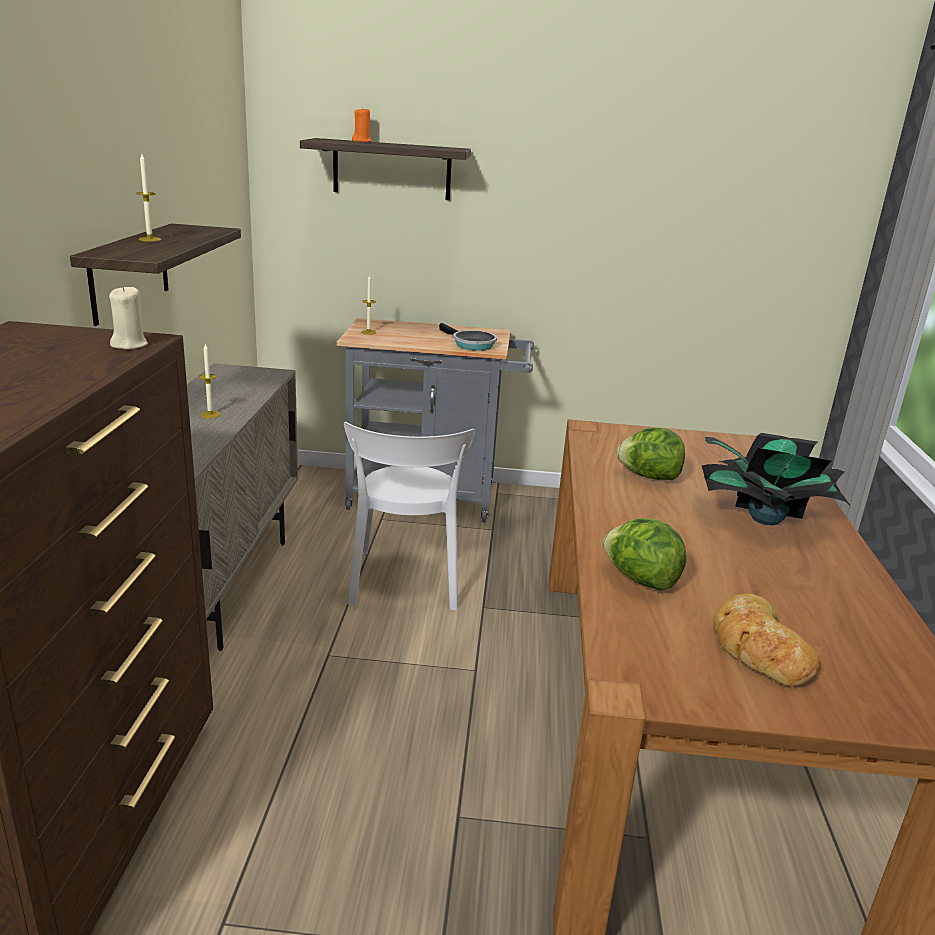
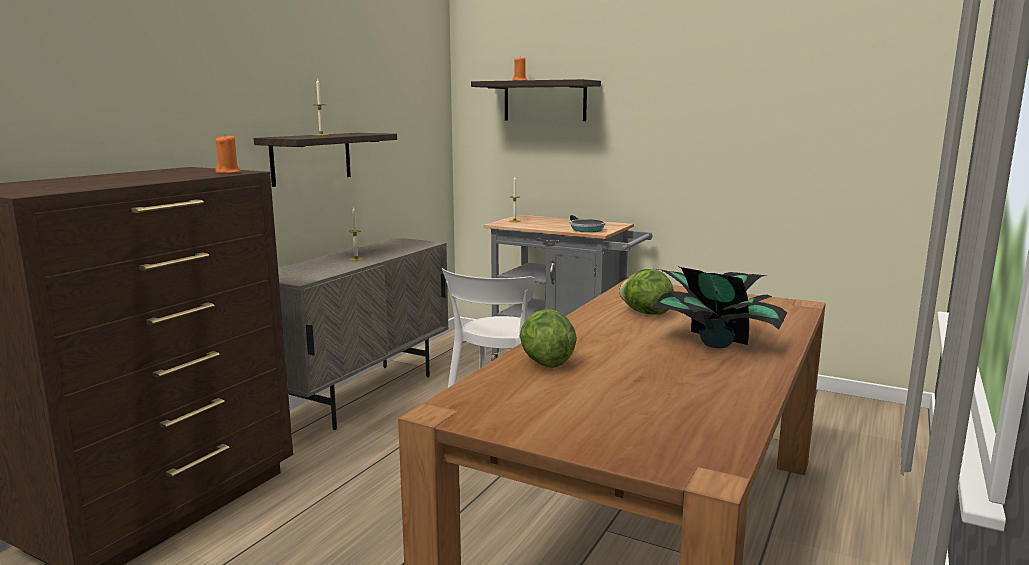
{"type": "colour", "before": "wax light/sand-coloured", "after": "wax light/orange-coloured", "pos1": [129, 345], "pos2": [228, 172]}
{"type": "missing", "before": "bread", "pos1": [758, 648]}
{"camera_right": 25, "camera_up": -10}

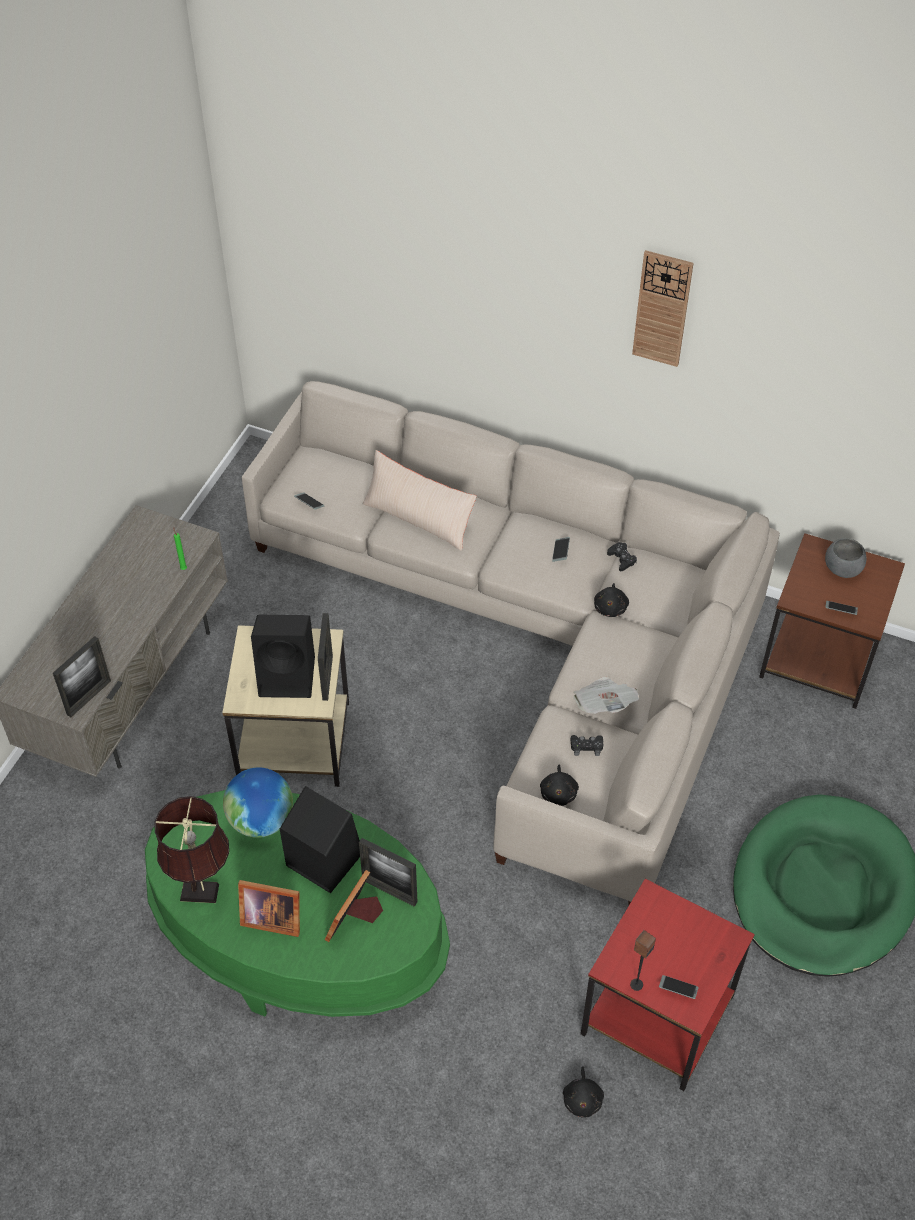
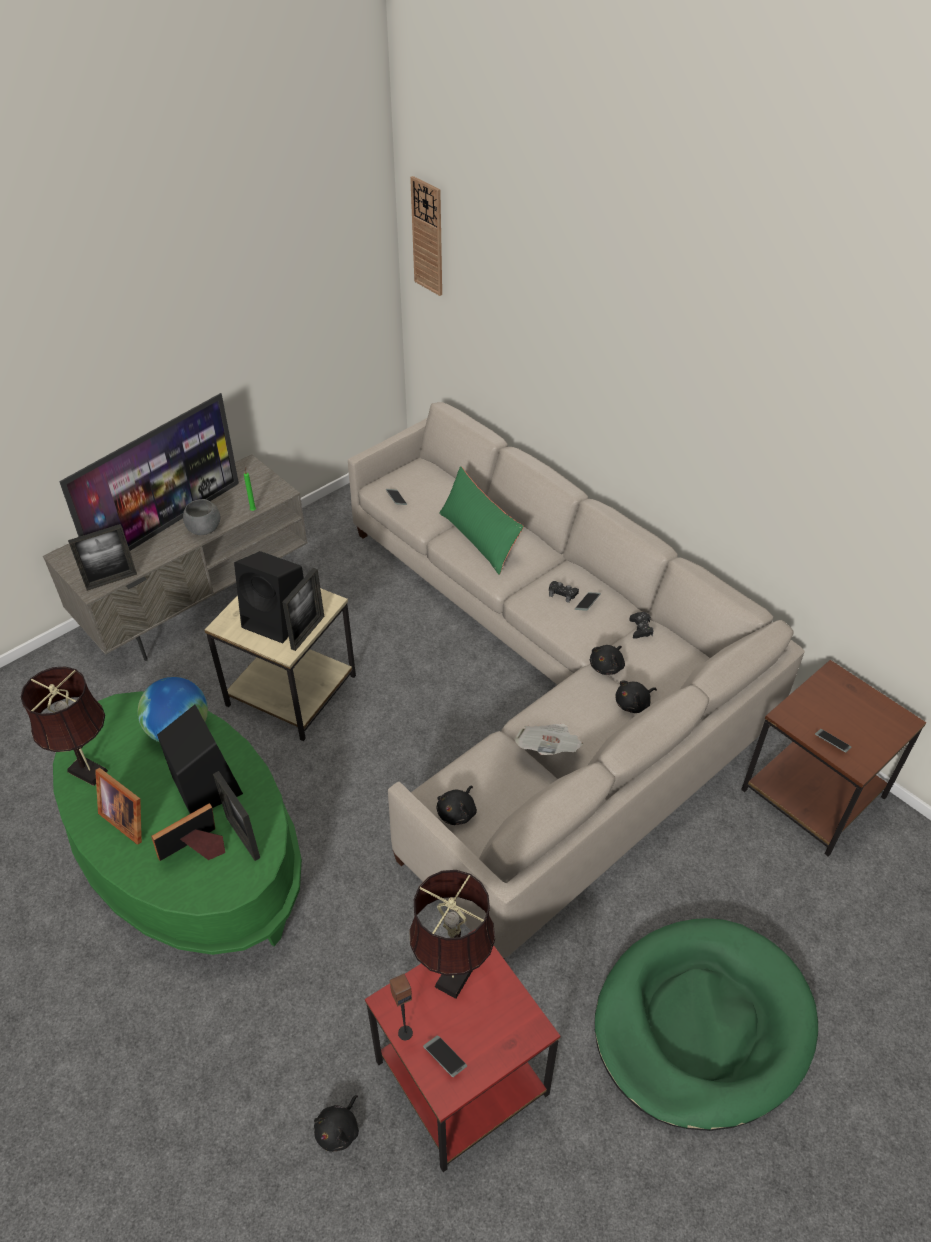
{"type": "relocated", "before": "hanging clock", "pos1": [662, 308], "pos2": [428, 237]}
{"type": "colour", "before": "throw pillow/sand-coloured", "after": "throw pillow/green", "pos1": [418, 518], "pos2": [479, 538]}
{"type": "relocated", "before": "serving bowl/greyish", "pos1": [842, 569], "pos2": [205, 529]}
{"type": "relocated", "before": "game controller/blackish", "pos1": [586, 747], "pos2": [562, 593]}
{"type": "appeared", "after": "television", "pos2": [167, 525]}
{"type": "appeared", "after": "cuddly toy/blackish", "pos2": [634, 704]}
{"type": "appeared", "after": "lamp for a table/brown", "pos2": [453, 979]}
{"camera_right": 25, "camera_up": -5}

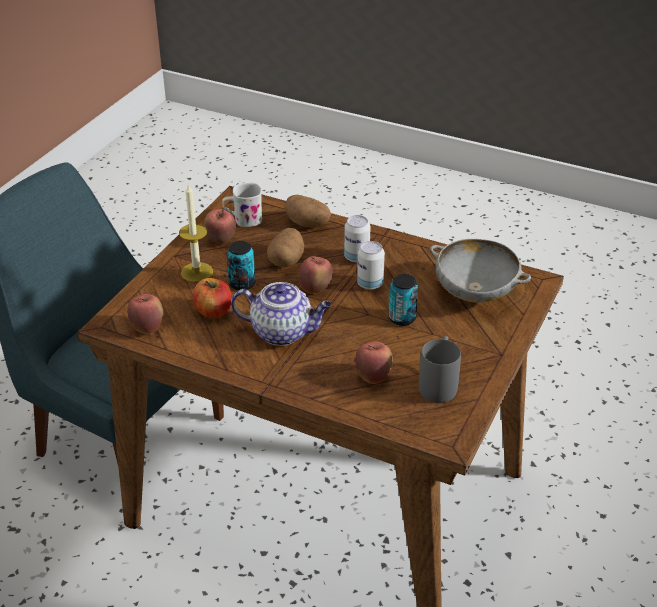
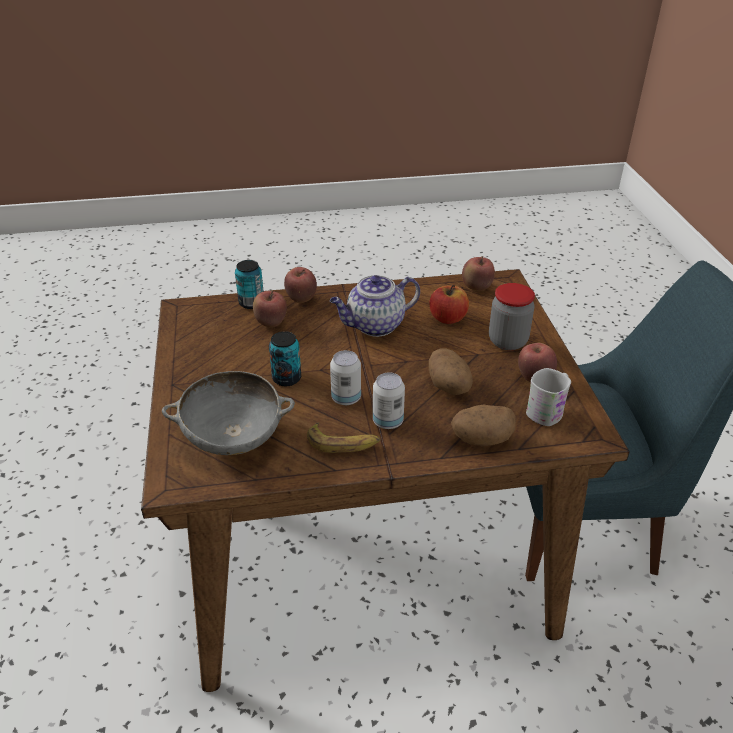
{"type": "exchanged", "before": "wax light", "after": "storage jar", "pos1": [197, 272], "pos2": [507, 341]}
{"type": "relocated", "before": "metal can", "pos1": [242, 284], "pos2": [251, 303]}
{"type": "relocated", "before": "apple", "pos1": [315, 289], "pos2": [301, 299]}
{"type": "missing", "before": "tea mug/greyish", "pos1": [439, 383]}
{"type": "appeared", "after": "banana", "pos2": [343, 443]}
{"camera_right": 145, "camera_up": 0}

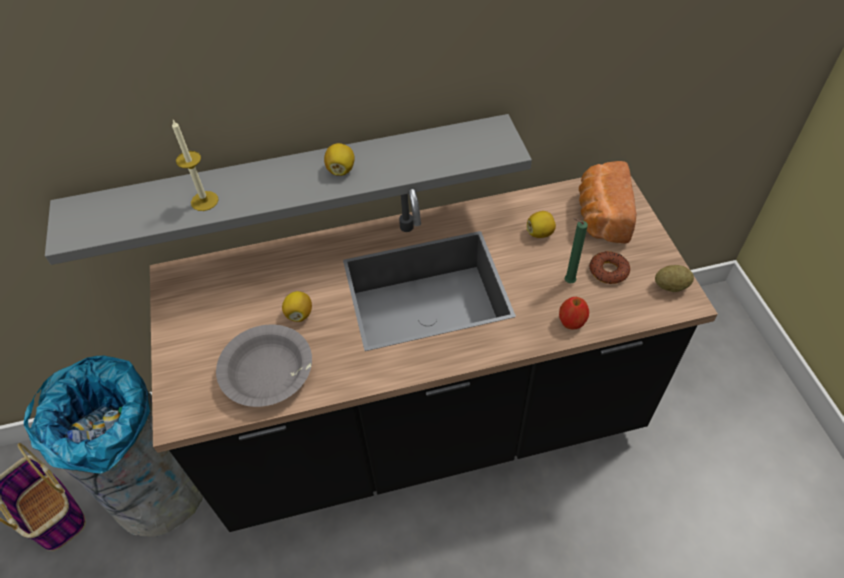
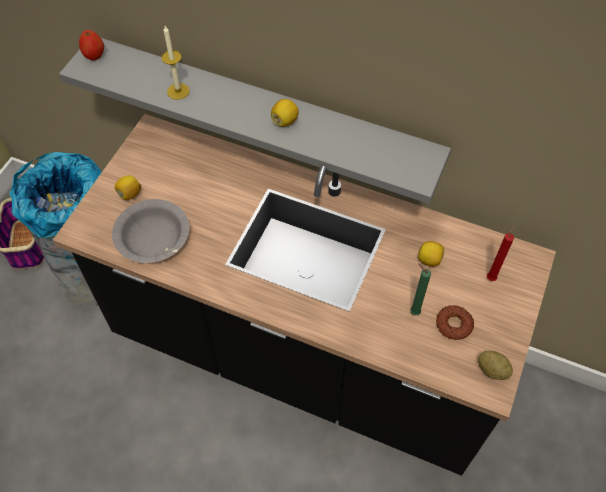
{"type": "exchanged", "before": "bread", "after": "wax light/red-coloured", "pos1": [600, 216], "pos2": [492, 277]}
{"type": "relocated", "before": "whole lemon", "pos1": [299, 314], "pos2": [130, 194]}
{"type": "relocated", "before": "apple", "pos1": [571, 322], "pos2": [94, 55]}
{"camera_right": 35, "camera_up": 5}

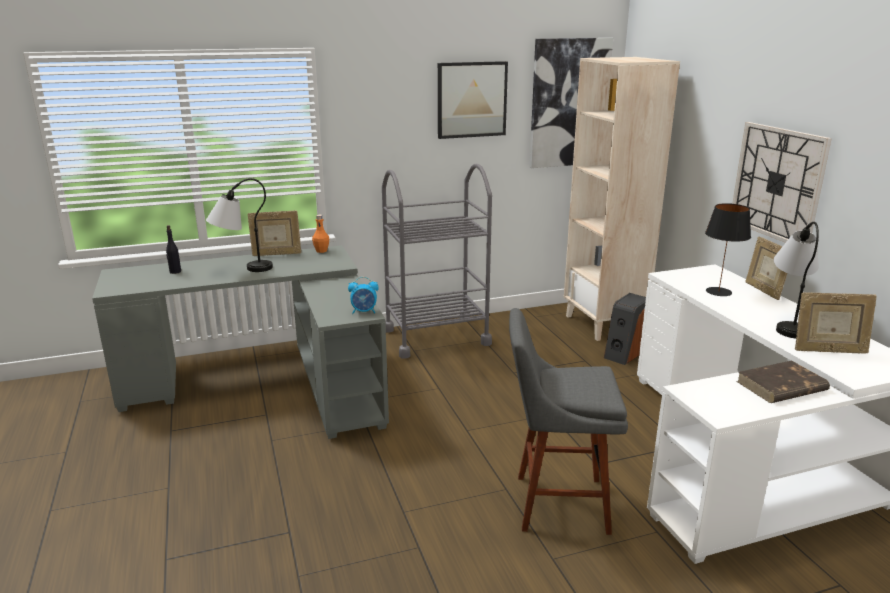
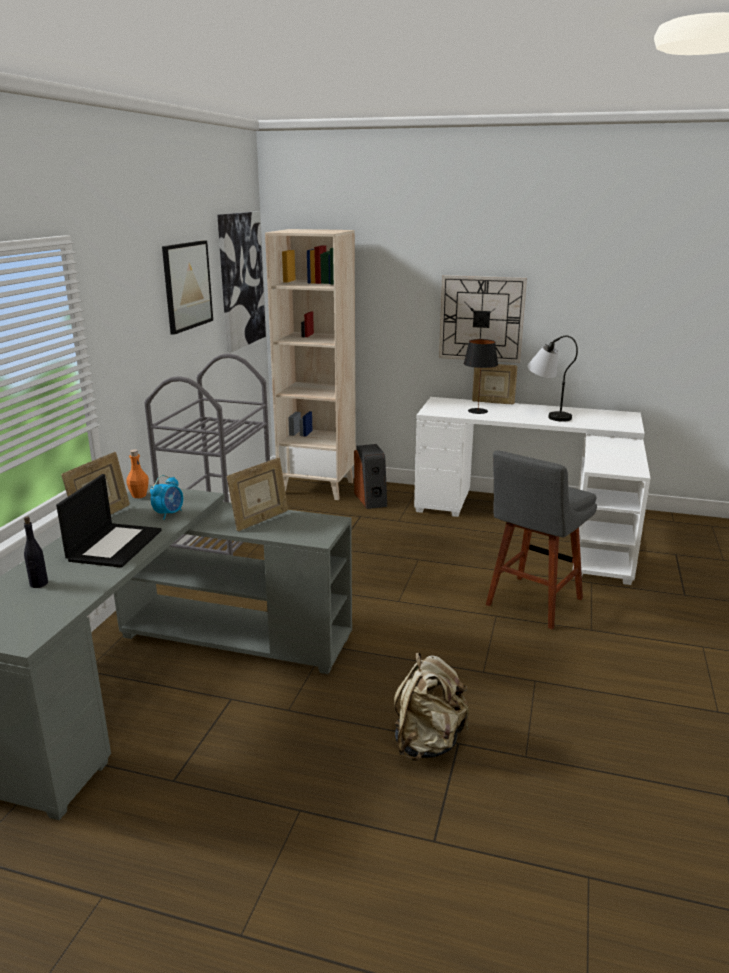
{"type": "exchanged", "before": "lamp for a table", "after": "laptop", "pos1": [241, 269], "pos2": [115, 545]}
{"type": "relocated", "before": "alarm clock", "pos1": [364, 312], "pos2": [169, 514]}
{"type": "relocated", "before": "picture frame", "pos1": [828, 351], "pos2": [260, 520]}
{"type": "missing", "before": "bound book/brown", "pos1": [781, 386]}
{"type": "appeared", "after": "backpack/sand-coloured", "pos2": [428, 742]}
{"camera_right": -55, "camera_up": 0}

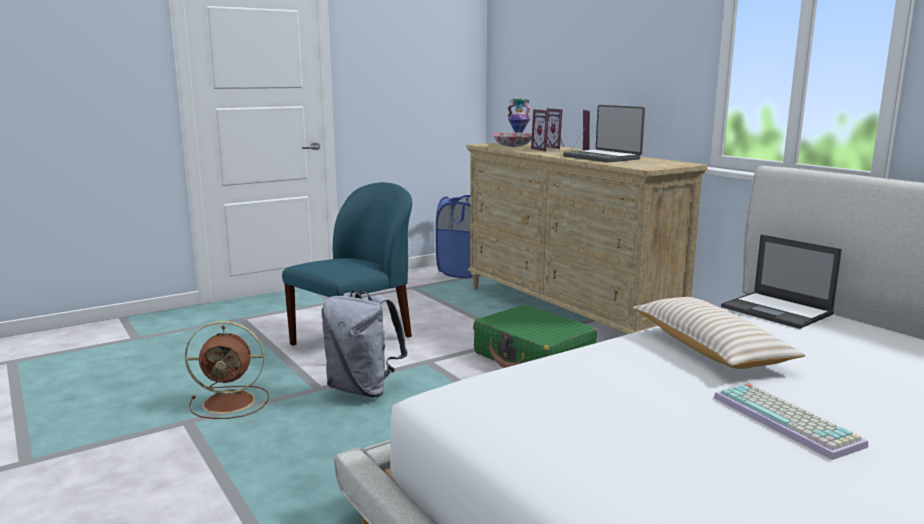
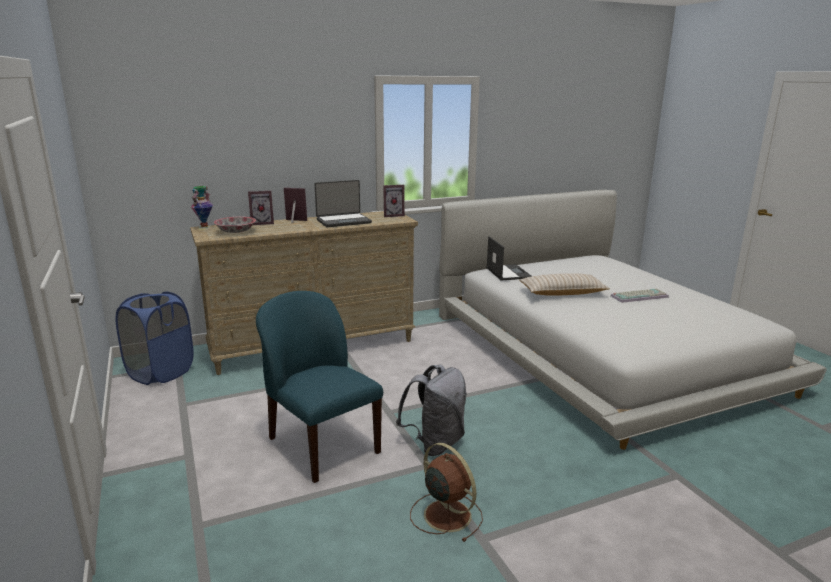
{"type": "relocated", "before": "picture frame", "pos1": [544, 149], "pos2": [393, 215]}
{"type": "spun", "before": "laptop", "pos1": [777, 311], "pos2": [508, 272], "turn": -75}
{"type": "missing", "before": "suitcase/green", "pos1": [533, 358]}
{"type": "spun", "before": "electric fan/brown", "pos1": [231, 402], "pos2": [445, 514], "turn": -45}
{"camera_right": -80, "camera_up": 5}

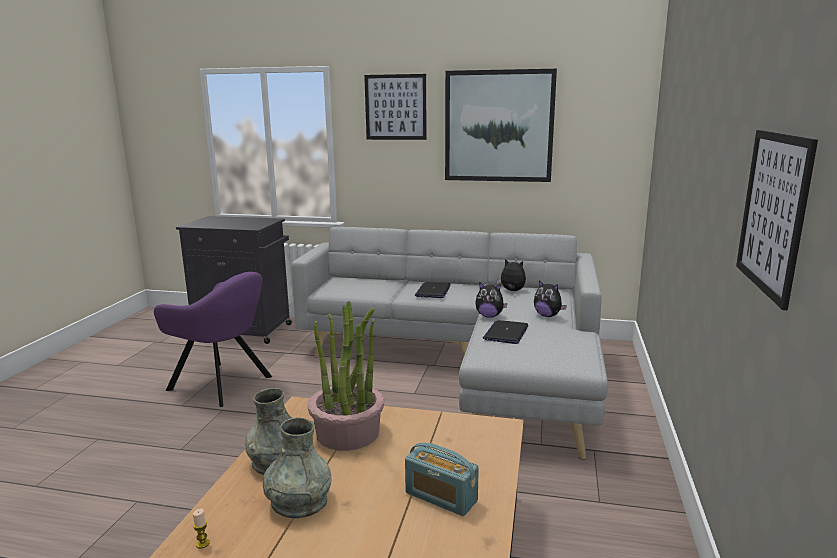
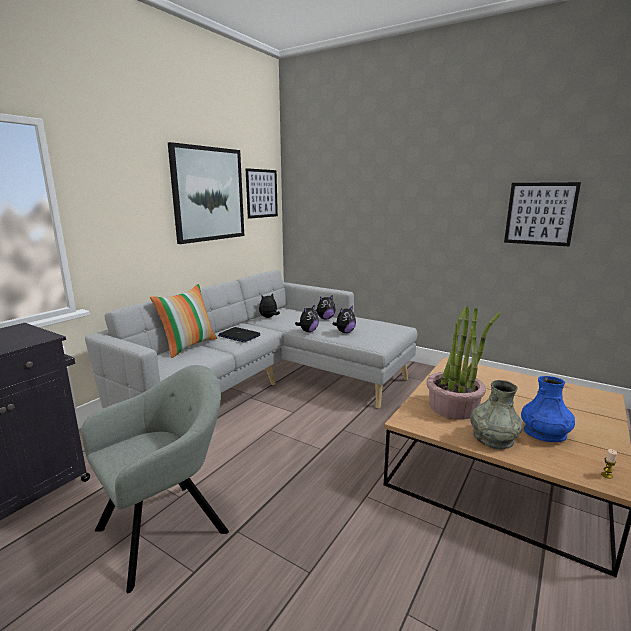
{"type": "relocated", "before": "wall picture", "pos1": [395, 107], "pos2": [262, 193]}
{"type": "colour", "before": "armchair/purplish", "after": "armchair/greyish", "pos1": [223, 384], "pos2": [167, 527]}
{"type": "exchanged", "before": "laptop", "after": "cuddly toy", "pos1": [506, 333], "pos2": [344, 332]}
{"type": "colour", "before": "decorative vase/greyish", "after": "decorative vase/blue-coloured", "pos1": [299, 502], "pos2": [544, 433]}
{"type": "missing", "before": "radio set", "pos1": [441, 497]}
{"type": "appeared", "after": "throw pillow", "pos2": [188, 346]}
{"camera_right": -70, "camera_up": 0}

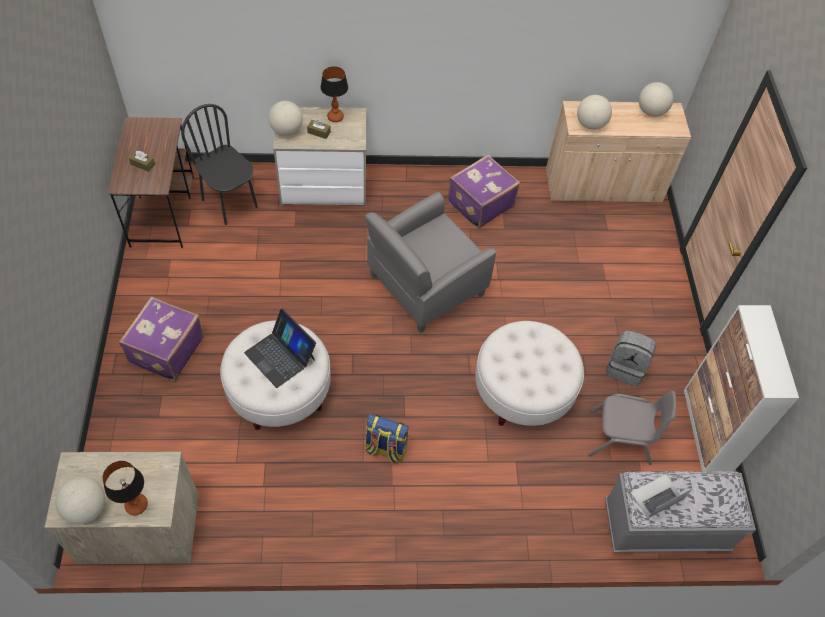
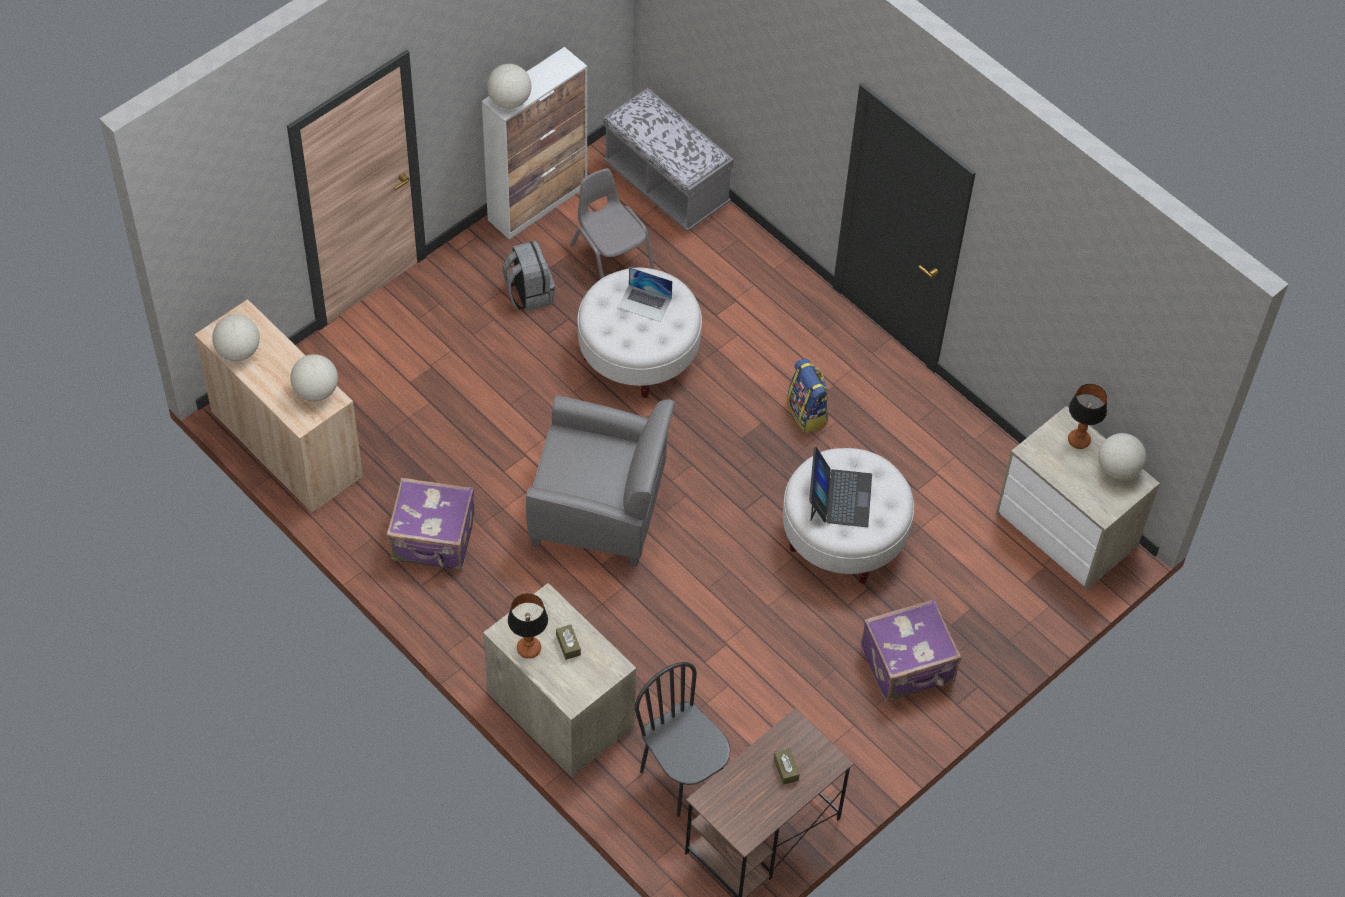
{"type": "relocated", "before": "world globe", "pos1": [286, 130], "pos2": [509, 101]}
{"type": "spun", "before": "upright chair/blackish", "pos1": [230, 203], "pos2": [682, 778], "turn": 135}
{"type": "relocated", "before": "laptop", "pos1": [657, 496], "pos2": [644, 303]}
{"camera_right": -130, "camera_up": 0}

